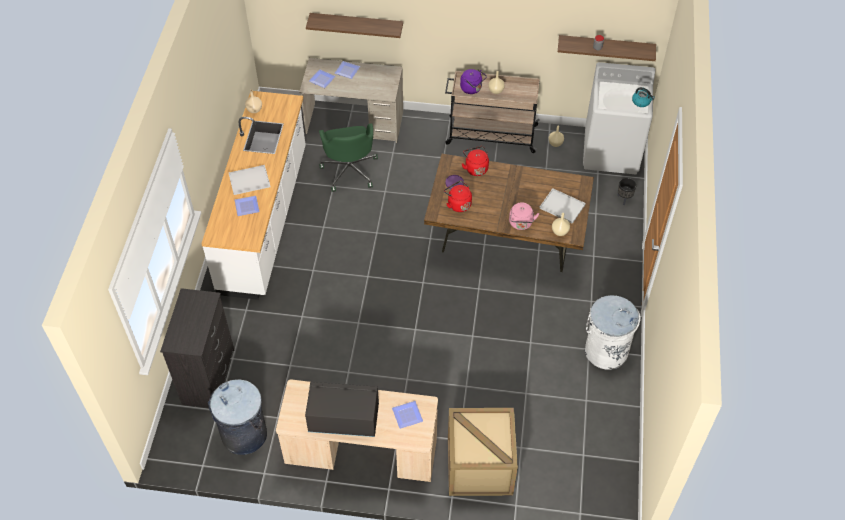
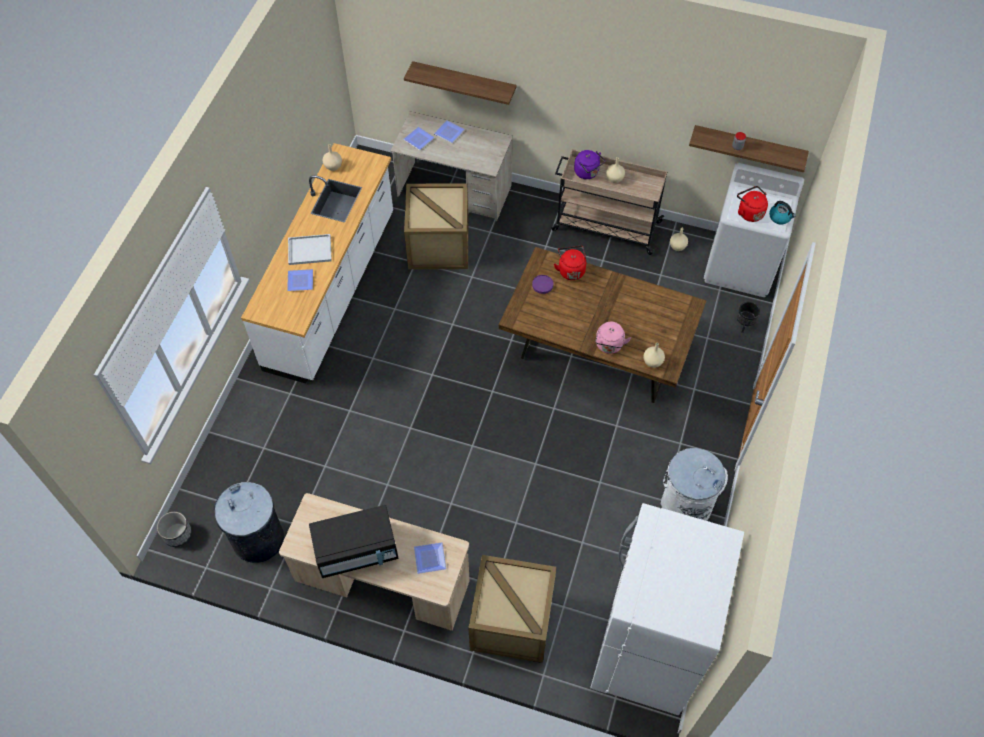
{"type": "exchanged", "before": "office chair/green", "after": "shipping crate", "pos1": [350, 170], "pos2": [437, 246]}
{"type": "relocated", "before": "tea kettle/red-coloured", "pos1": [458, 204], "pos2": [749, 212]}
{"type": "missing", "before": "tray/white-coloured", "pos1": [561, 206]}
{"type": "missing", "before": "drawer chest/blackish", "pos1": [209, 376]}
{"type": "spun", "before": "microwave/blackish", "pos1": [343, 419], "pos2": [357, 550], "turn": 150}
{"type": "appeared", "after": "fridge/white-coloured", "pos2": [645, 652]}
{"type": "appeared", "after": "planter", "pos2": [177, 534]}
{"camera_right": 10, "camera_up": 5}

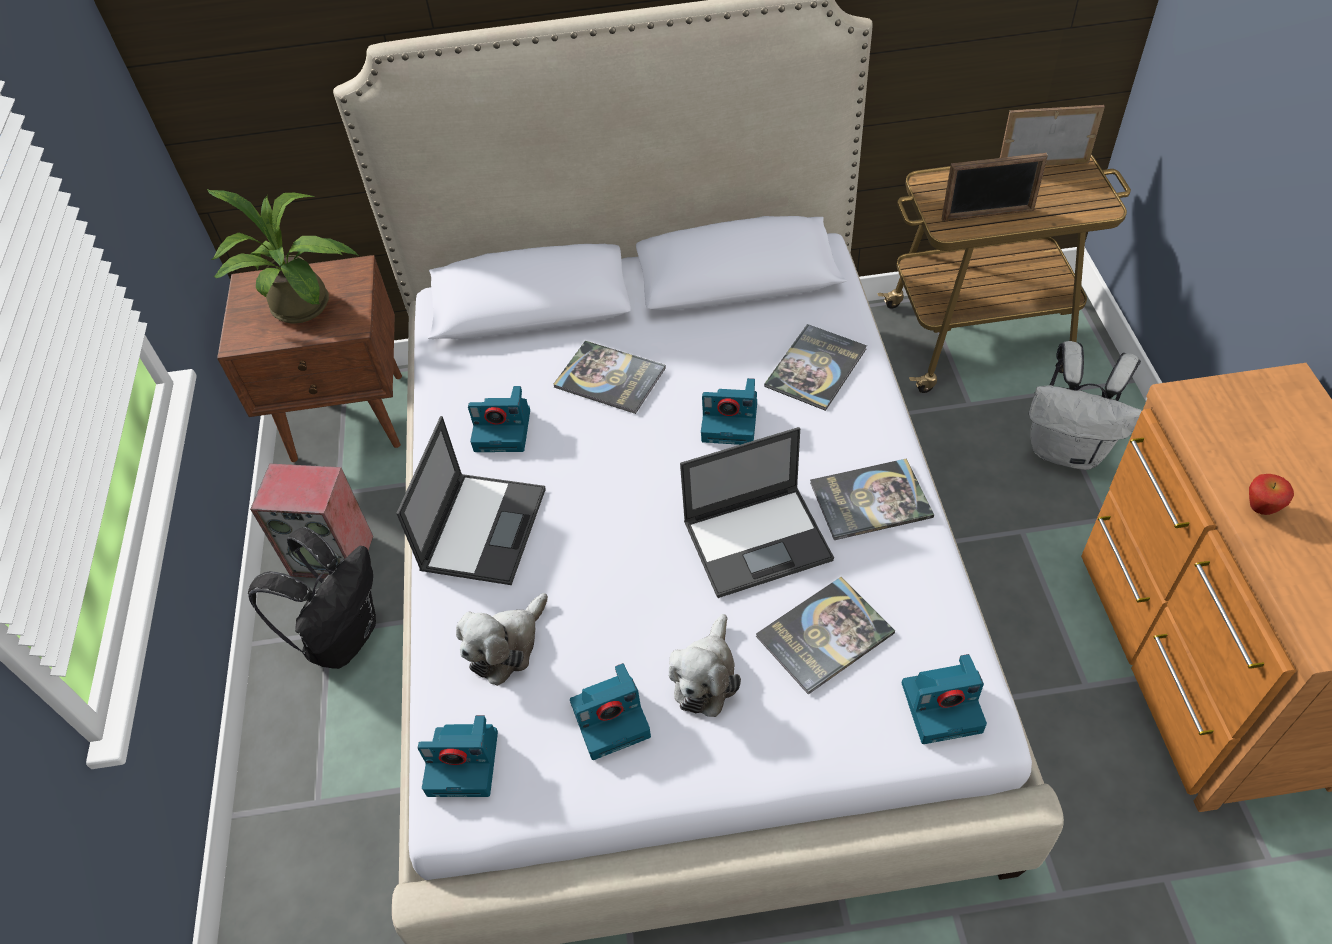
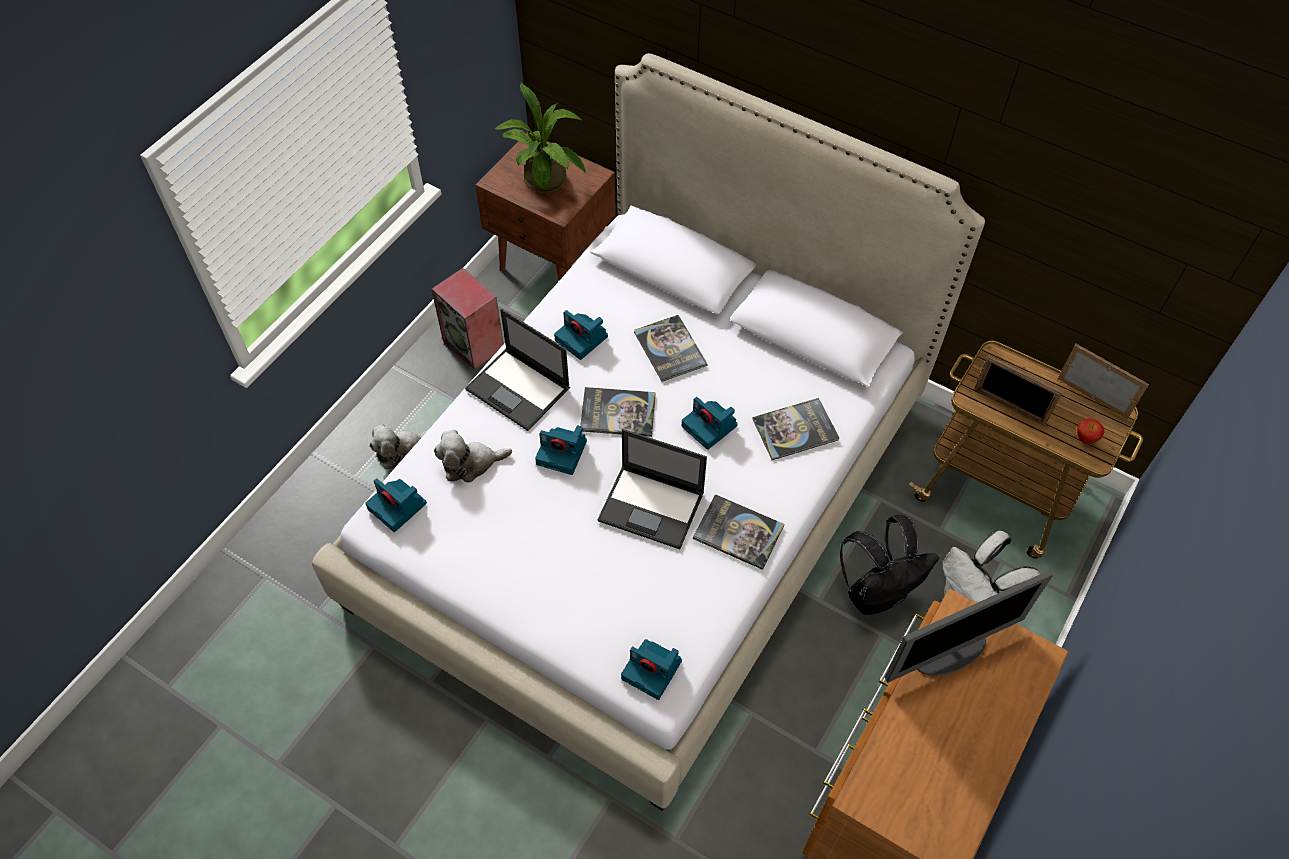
{"type": "spun", "before": "laptop", "pos1": [484, 527], "pos2": [519, 389], "turn": 75}
{"type": "relocated", "before": "apple", "pos1": [1260, 509], "pos2": [1084, 440]}
{"type": "relocated", "before": "backpack/blackish", "pos1": [343, 637], "pos2": [877, 593]}
{"type": "relocated", "before": "bound book", "pos1": [824, 635], "pos2": [618, 412]}
{"type": "relocated", "before": "cuddly toy", "pos1": [705, 676], "pos2": [401, 450]}
{"type": "relocated", "before": "still camera", "pos1": [611, 718], "pos2": [563, 452]}
{"type": "appeared", "after": "monitor", "pos2": [951, 653]}
{"camera_right": 35, "camera_up": 5}

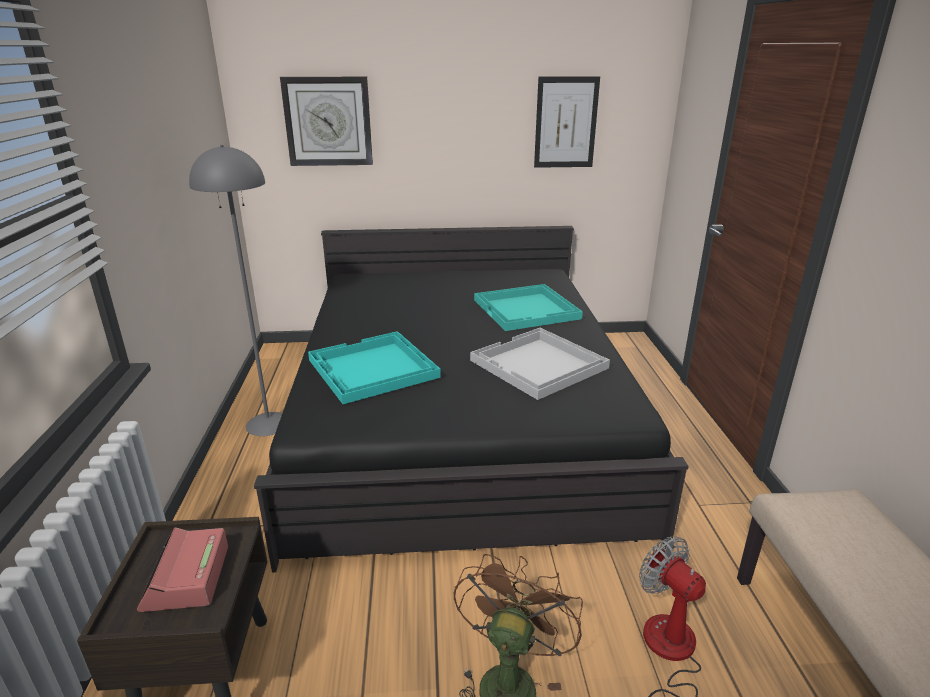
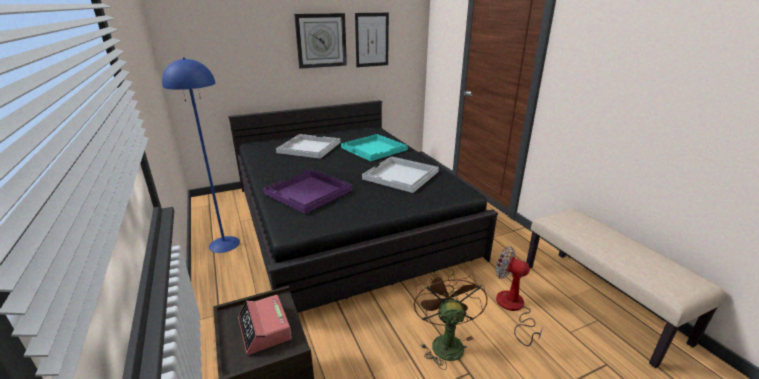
{"type": "relocated", "before": "hanging clock", "pos1": [328, 121], "pos2": [321, 40]}
{"type": "colour", "before": "standing lamp/greyish", "after": "standing lamp/blue-coloured", "pos1": [268, 423], "pos2": [224, 244]}
{"type": "colour", "before": "tray/turquoise", "after": "tray/purplish", "pos1": [372, 369], "pos2": [308, 192]}
{"type": "appeared", "after": "tray/white-coloured", "pos2": [308, 147]}
{"camera_right": -20, "camera_up": 0}

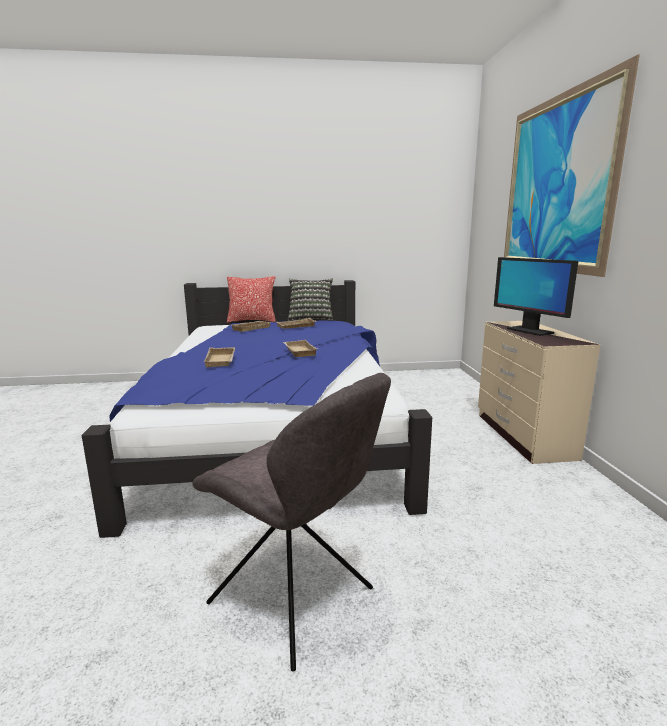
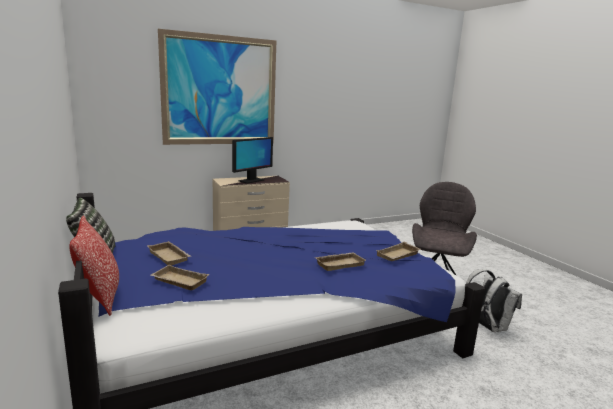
{"type": "relocated", "before": "tray/sand-coloured", "pos1": [298, 351], "pos2": [398, 255]}
{"type": "appeared", "after": "backpack/white-coloured", "pos2": [487, 326]}
{"camera_right": -110, "camera_up": 0}

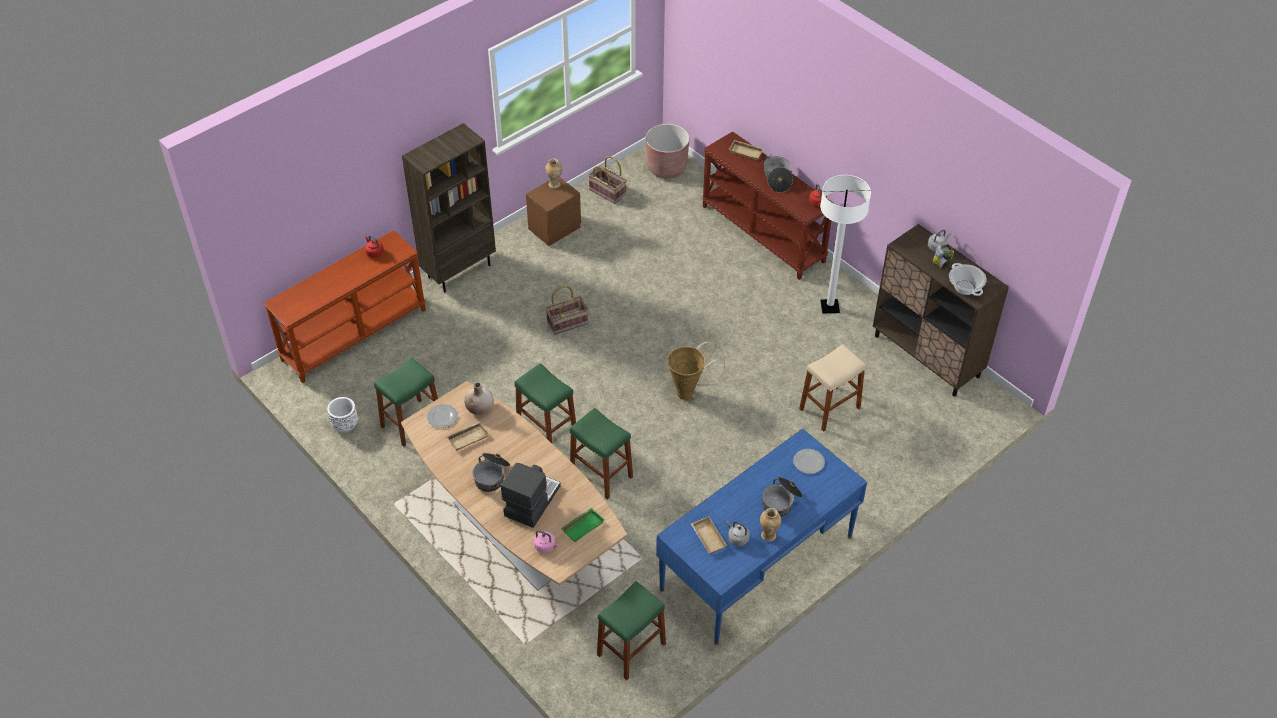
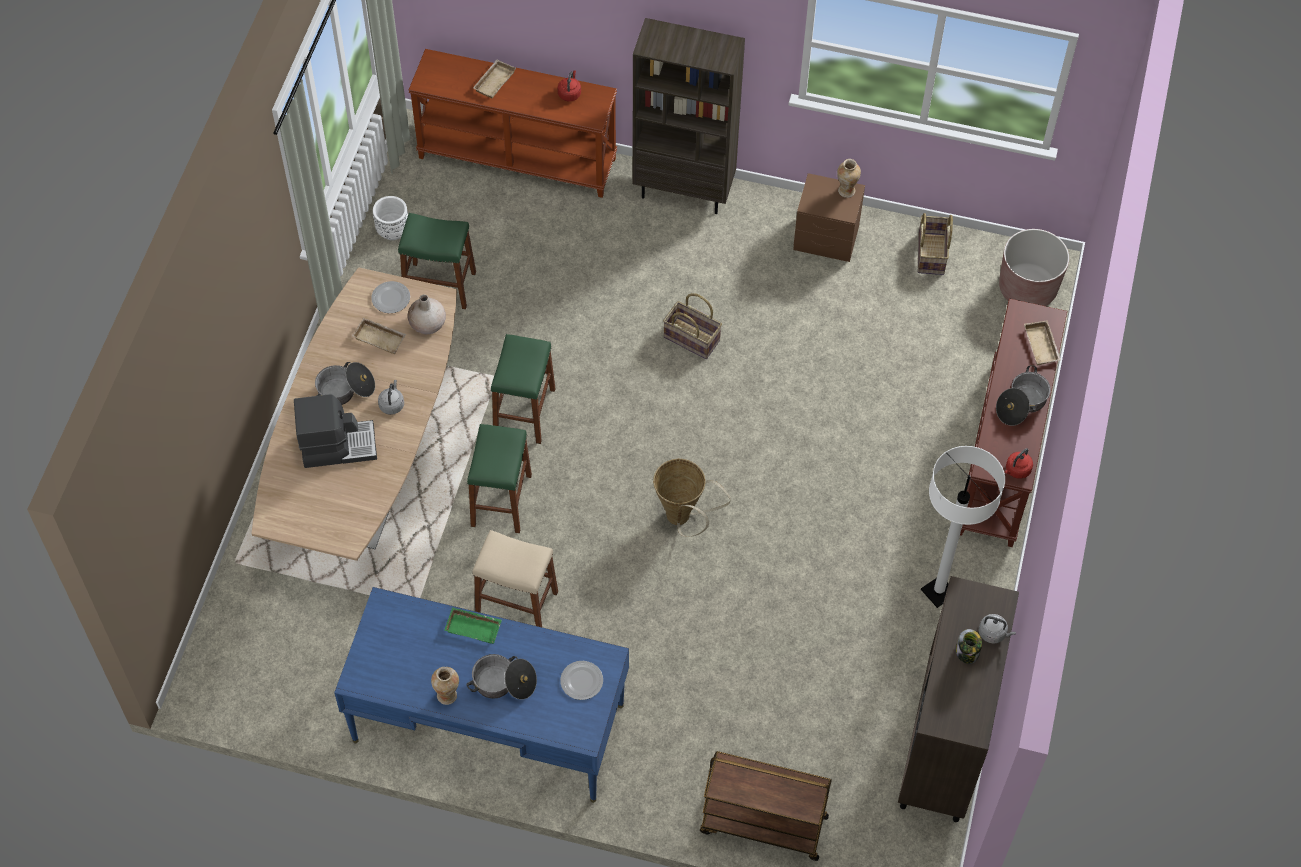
{"type": "missing", "before": "cooking pot", "pos1": [965, 287]}
{"type": "relocated", "before": "sitting stool/sand-coloured", "pos1": [829, 408], "pos2": [516, 603]}
{"type": "relocated", "before": "tray/green", "pos1": [582, 526], "pos2": [474, 627]}
{"type": "relocated", "before": "tray/sand-coloured", "pos1": [707, 537], "pos2": [494, 81]}
{"type": "relocated", "before": "tea kettle/greyish", "pos1": [737, 538], "pos2": [392, 404]}
{"type": "missing", "before": "tea kettle/pink-coloured", "pos1": [545, 546]}
{"type": "missing", "before": "sitting stool/green", "pos1": [631, 649]}
{"type": "appeared", "after": "trolley/brown", "pos2": [762, 825]}
{"camera_right": 55, "camera_up": 10}

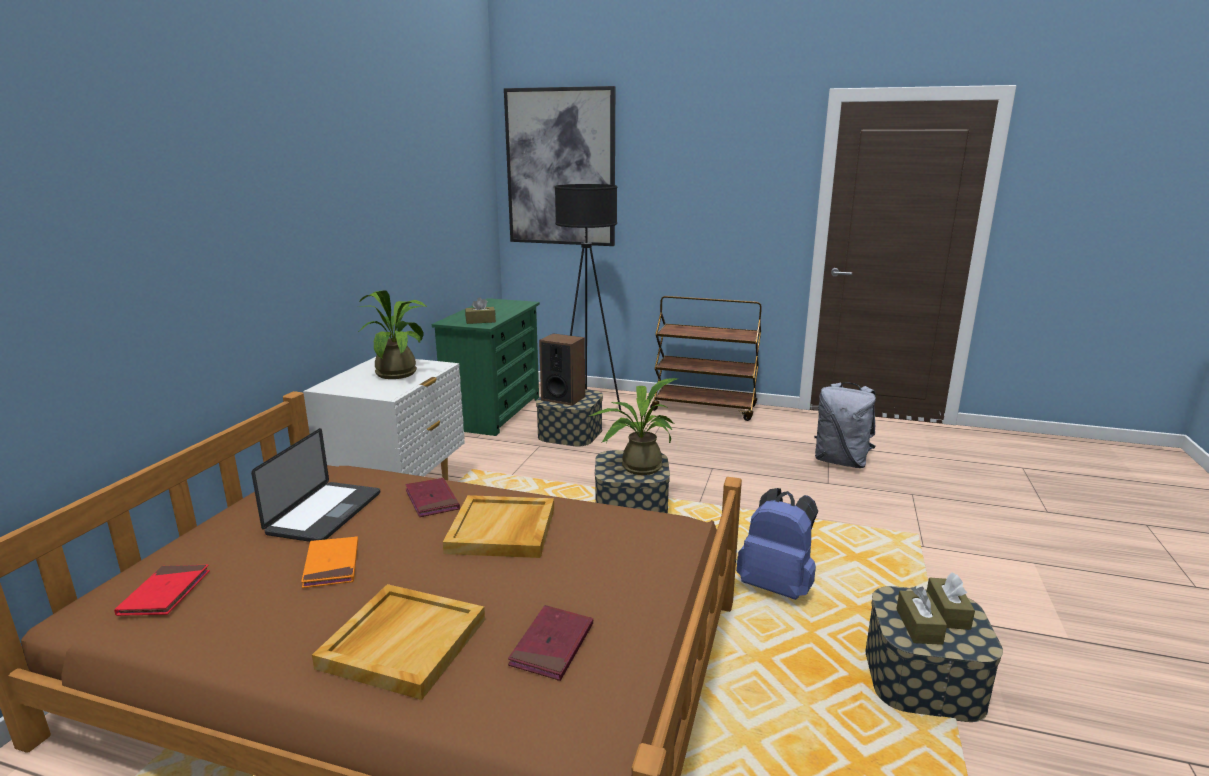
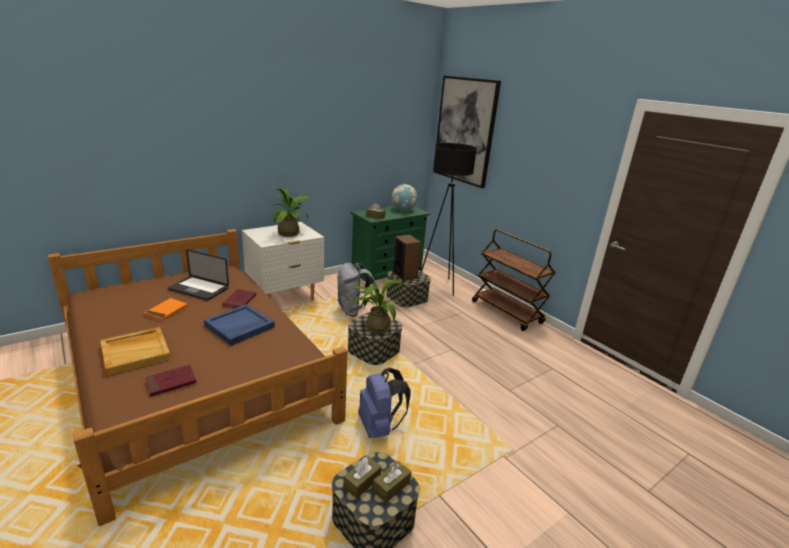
{"type": "relocated", "before": "backpack/greyish", "pos1": [841, 461], "pos2": [354, 310]}
{"type": "spun", "before": "laptop", "pos1": [325, 513], "pos2": [198, 289], "turn": 60}
{"type": "colour", "before": "tray/sand-coloured", "after": "tray/blue-coloured", "pos1": [502, 530], "pos2": [239, 326]}
{"type": "missing", "before": "bound book/red-coloured", "pos1": [165, 593]}
{"type": "appeared", "after": "world globe", "pos2": [403, 210]}
{"camera_right": 35, "camera_up": 5}

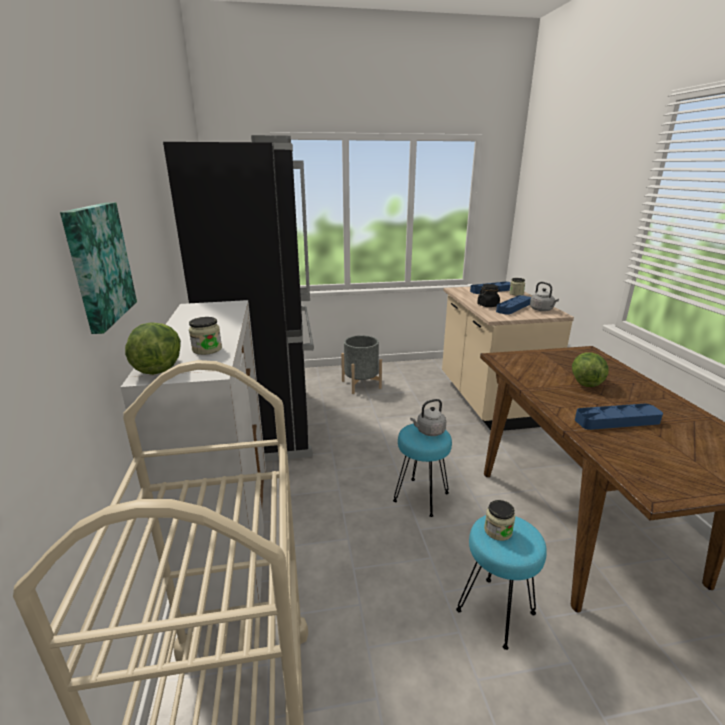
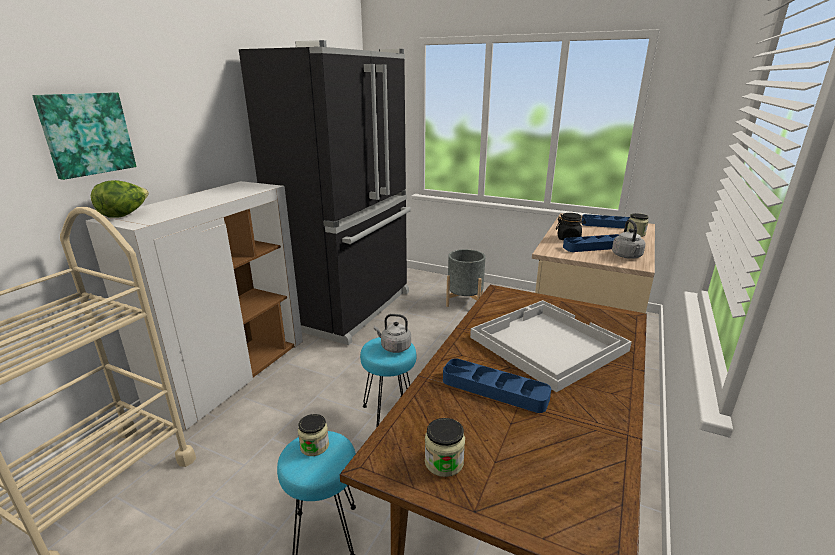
{"type": "relocated", "before": "storage jar", "pos1": [207, 349], "pos2": [444, 462]}
{"type": "exchanged", "before": "lettuce", "after": "tray/white-coloured", "pos1": [585, 382], "pos2": [546, 344]}
{"camera_right": 35, "camera_up": 0}

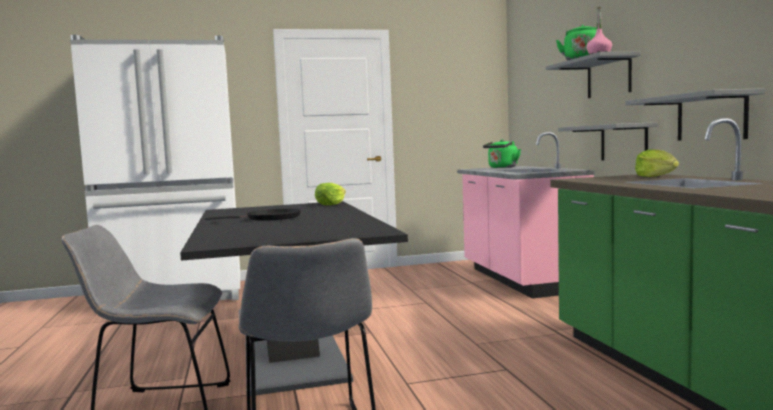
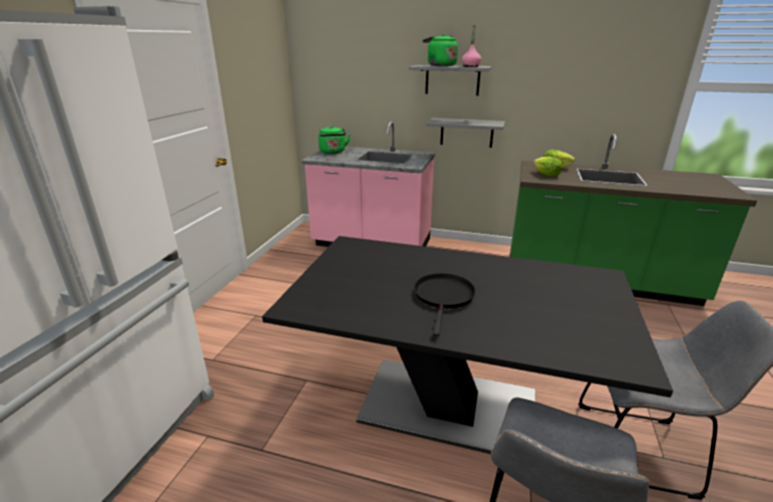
{"type": "missing", "before": "shelf/greyish", "pos1": [711, 117]}
{"type": "relocated", "before": "lettuce", "pos1": [331, 204], "pos2": [546, 175]}
{"camera_right": -60, "camera_up": 20}

